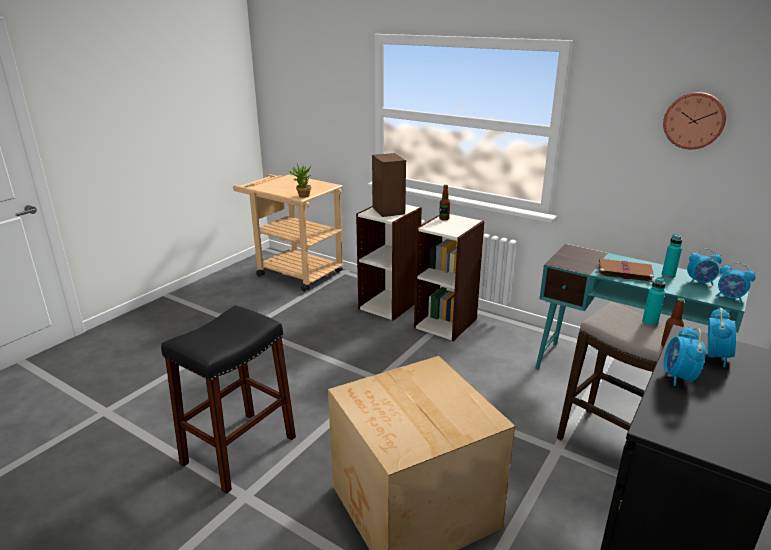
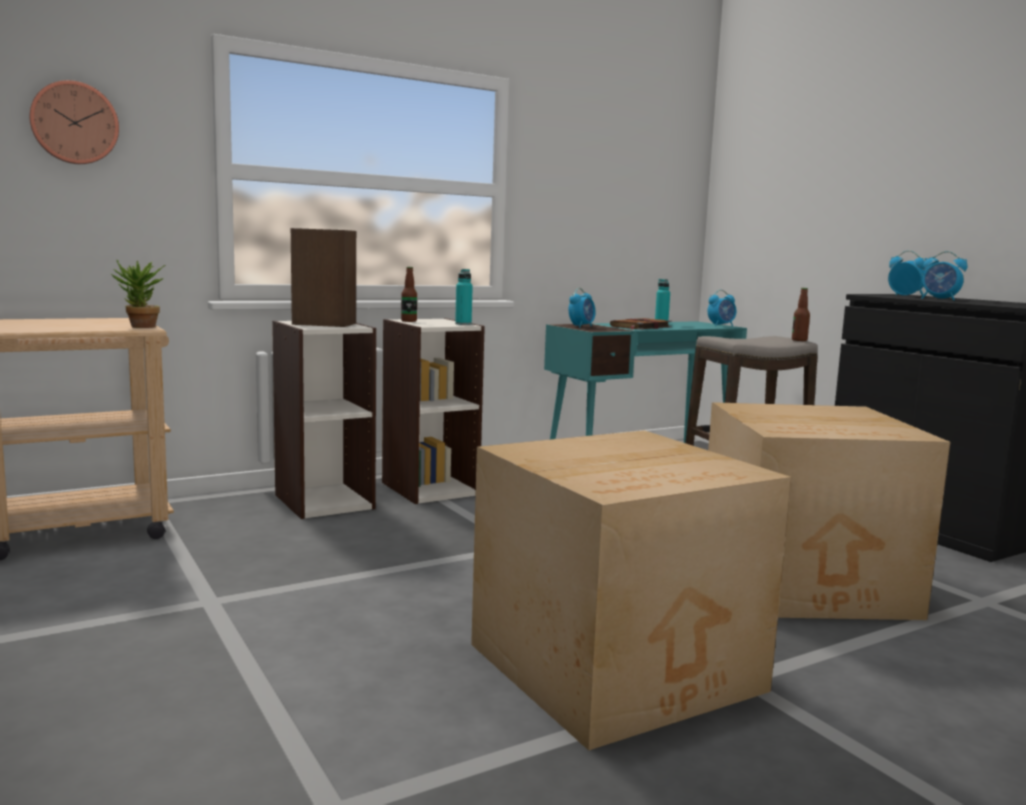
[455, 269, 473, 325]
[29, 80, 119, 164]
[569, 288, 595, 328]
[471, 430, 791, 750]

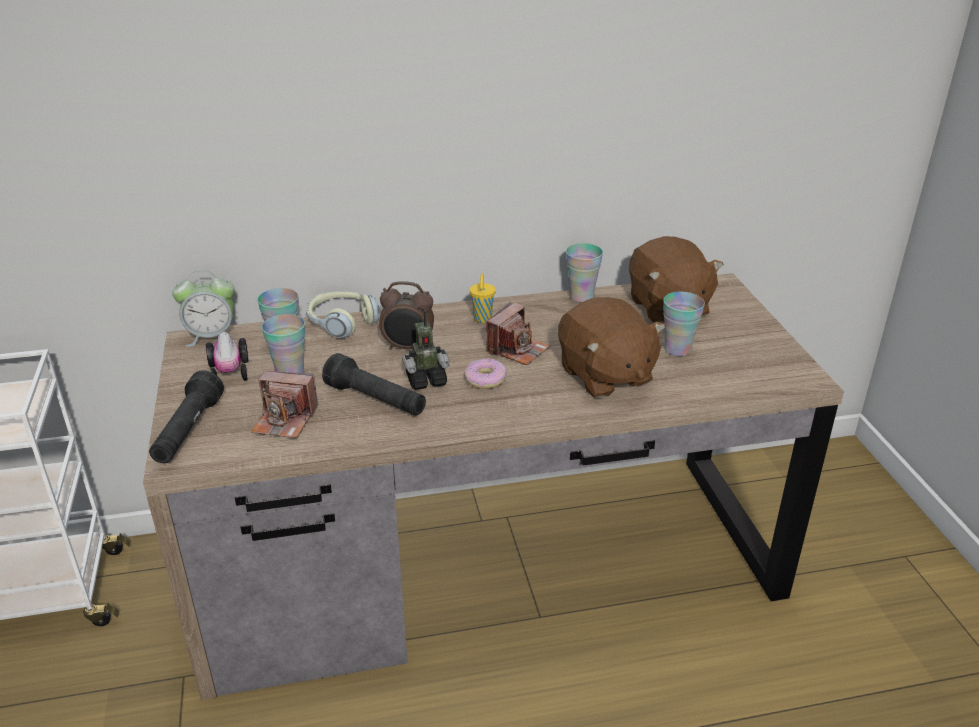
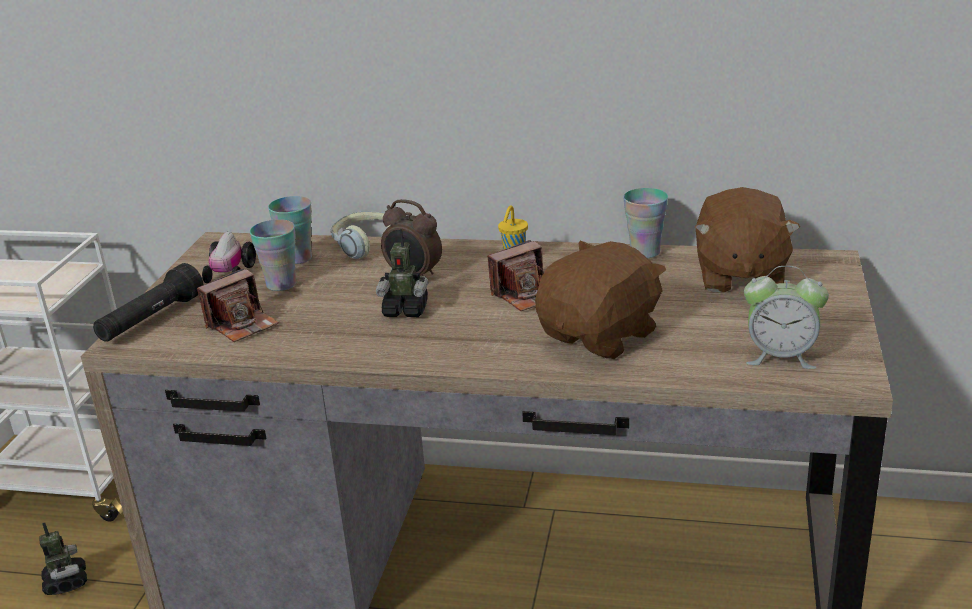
[322, 353, 426, 416] (first image)
[464, 358, 507, 389] (first image)
[663, 292, 705, 356] (first image)
[39, 522, 87, 595]
[744, 266, 829, 369]
[197, 268, 279, 342]
[535, 240, 666, 359]

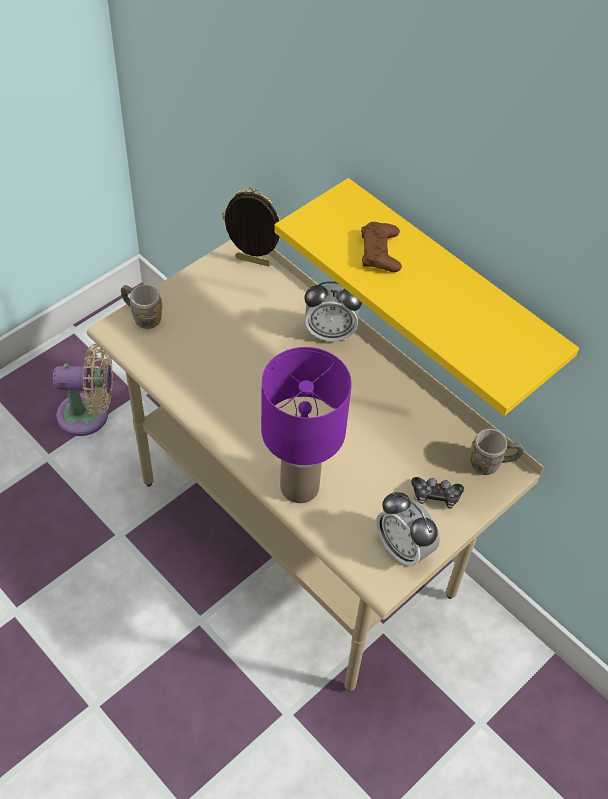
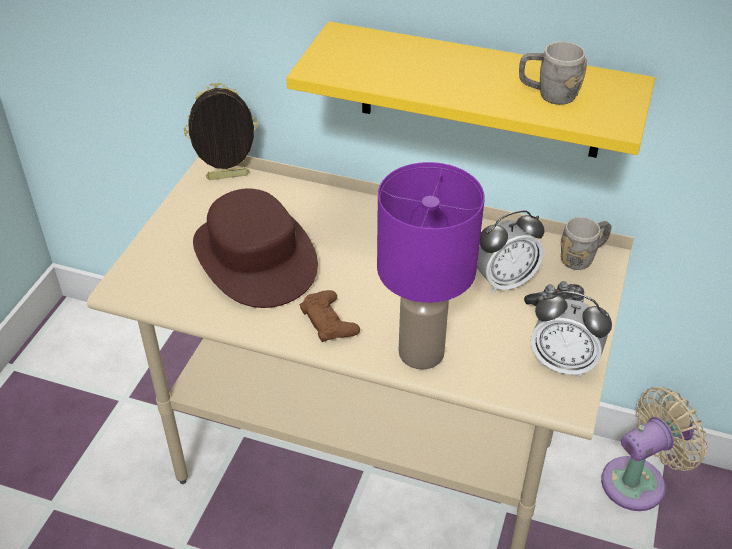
[193, 188, 318, 308]
[601, 387, 708, 511]
[519, 41, 587, 105]
[477, 210, 545, 294]
[299, 290, 360, 342]

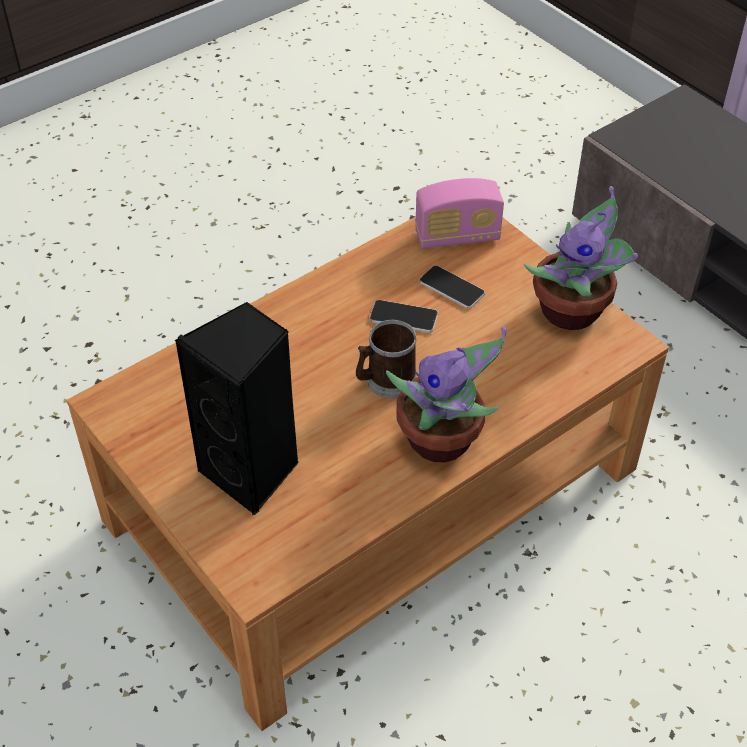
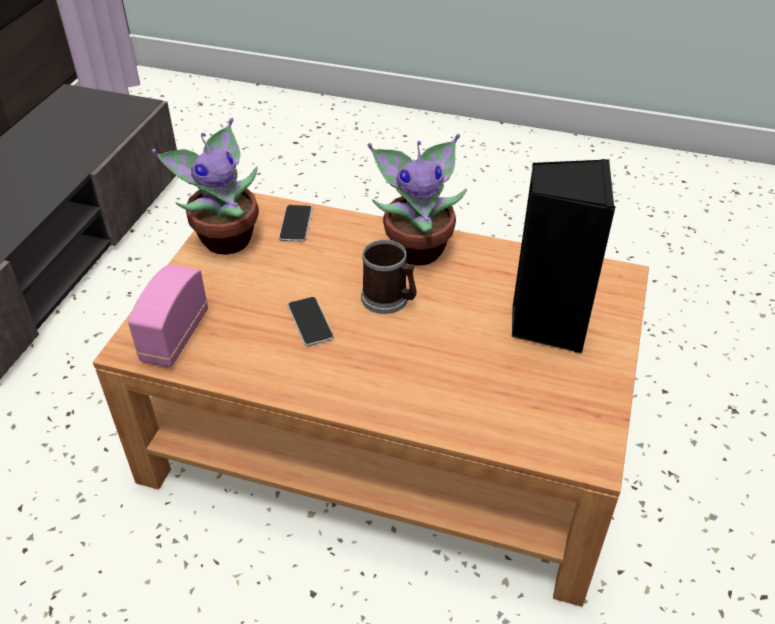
[279, 205, 312, 242]
[128, 264, 208, 367]

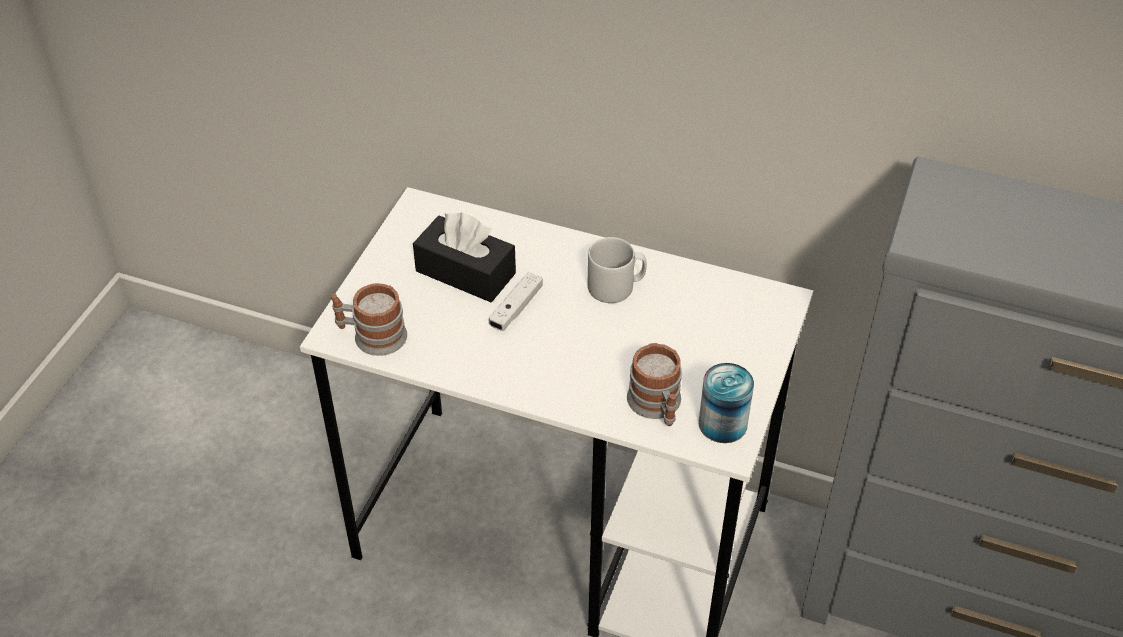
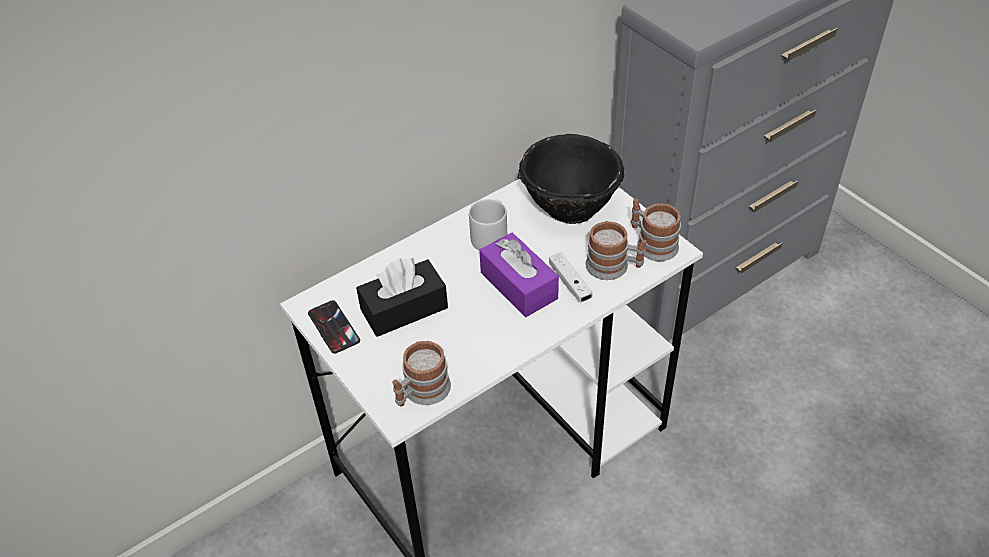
[308, 300, 360, 354]
[479, 233, 559, 317]
[518, 134, 624, 224]
[549, 253, 593, 302]
[631, 199, 681, 261]

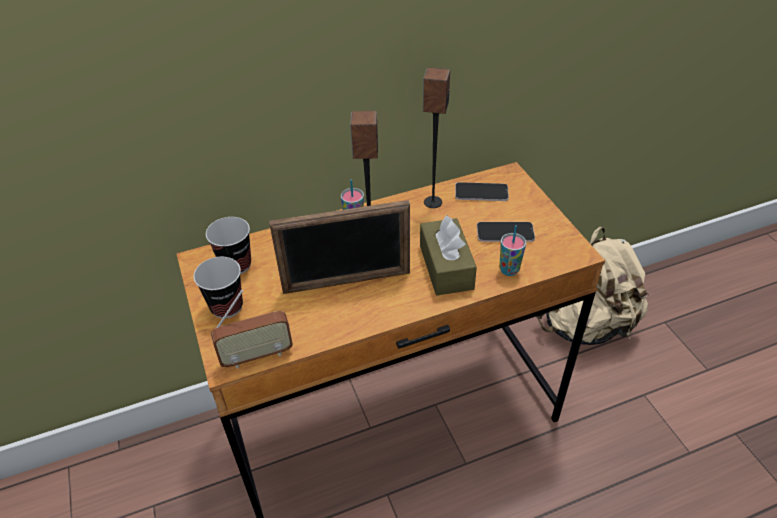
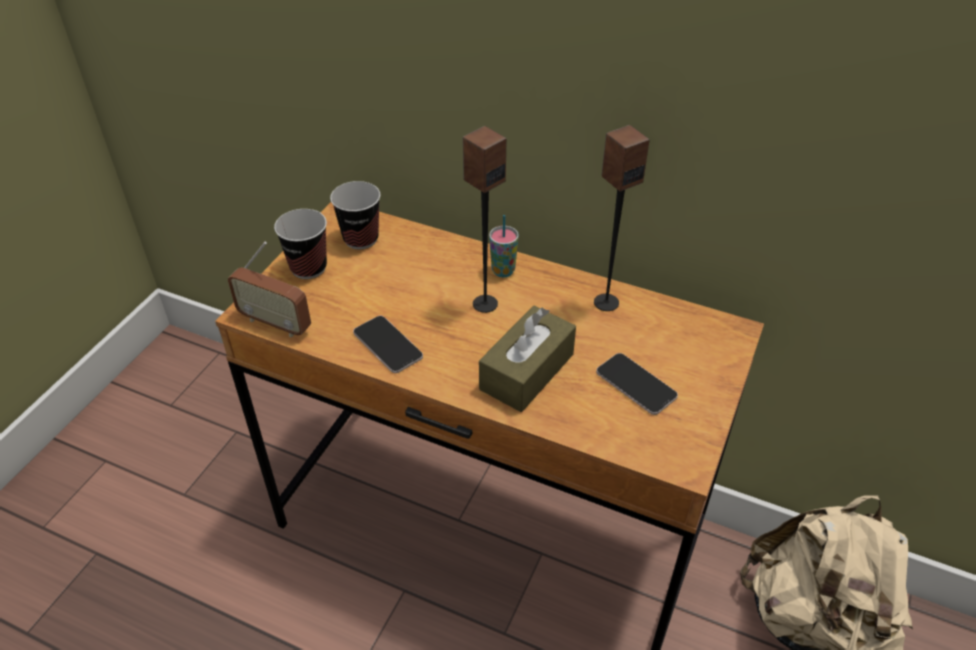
[269, 200, 410, 294] (first image)
[499, 225, 526, 276] (first image)
[353, 316, 423, 373]

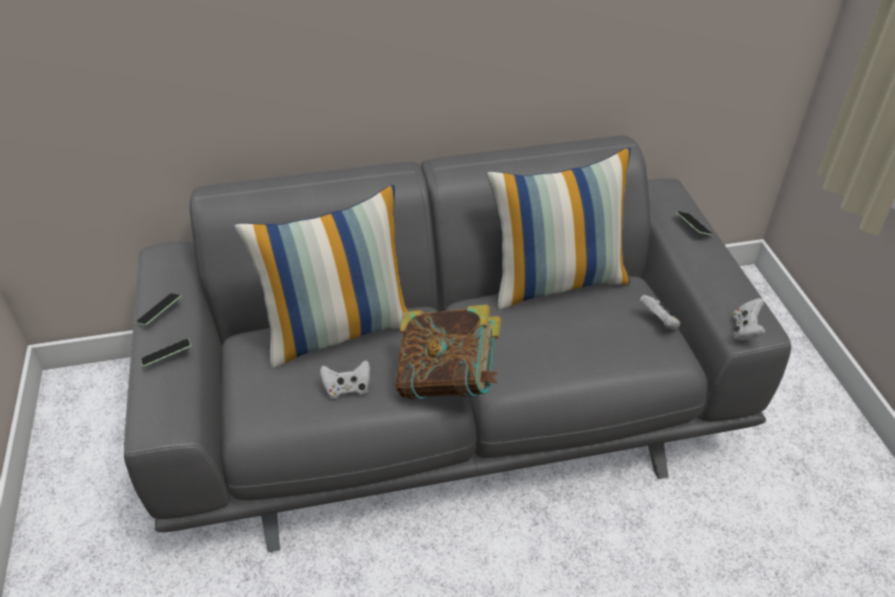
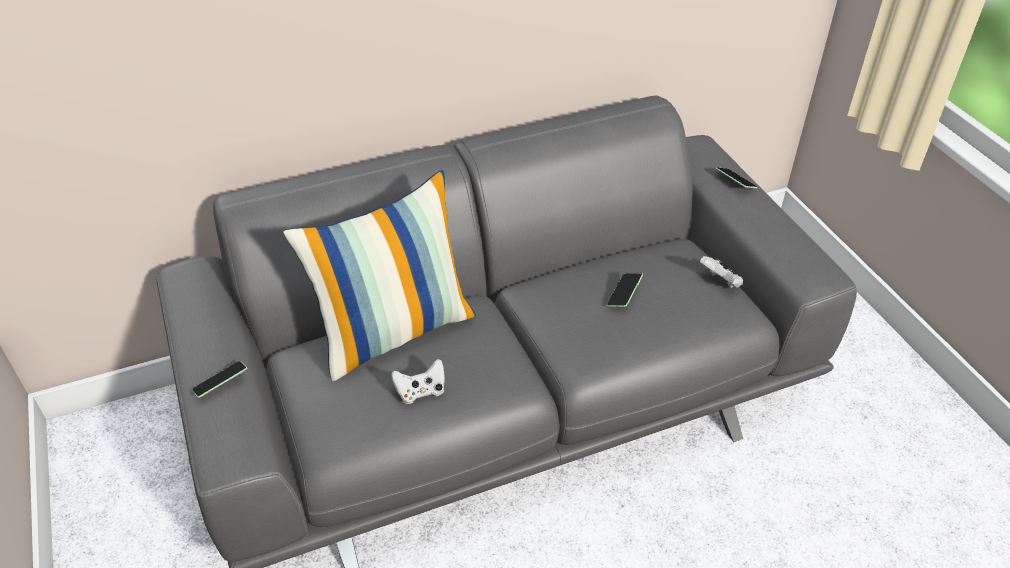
[395, 304, 501, 399] (first image)
[487, 147, 631, 310] (first image)
[733, 298, 766, 340] (first image)
[607, 273, 643, 307]

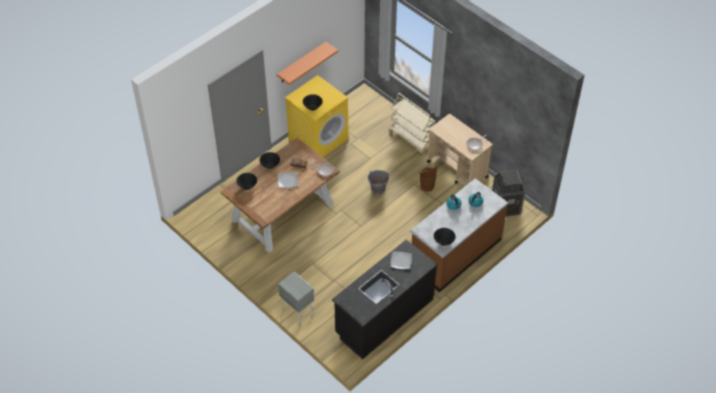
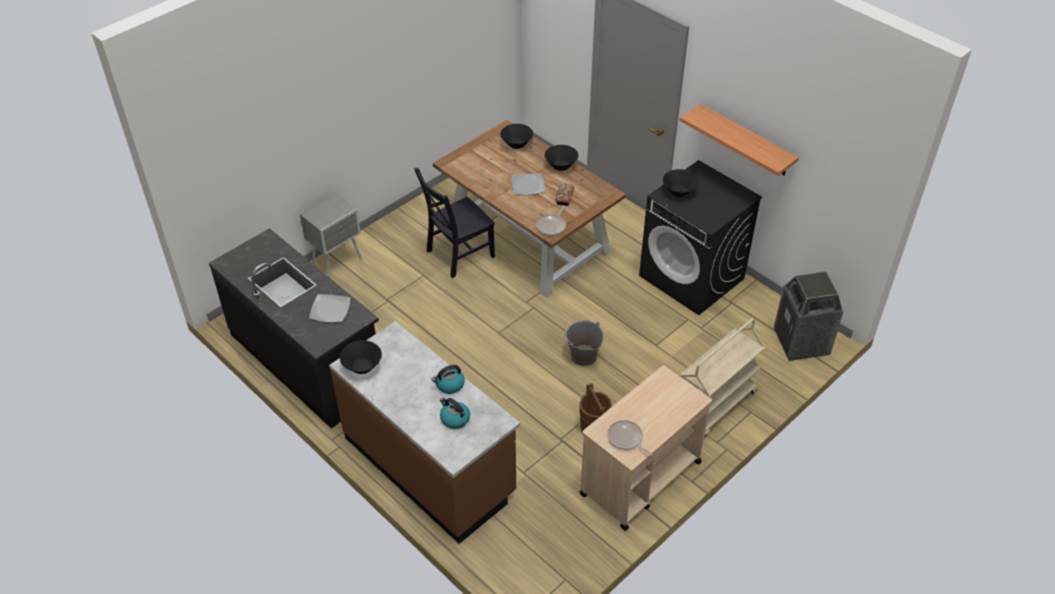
[414, 168, 495, 278]
[774, 272, 843, 361]
[639, 160, 762, 315]

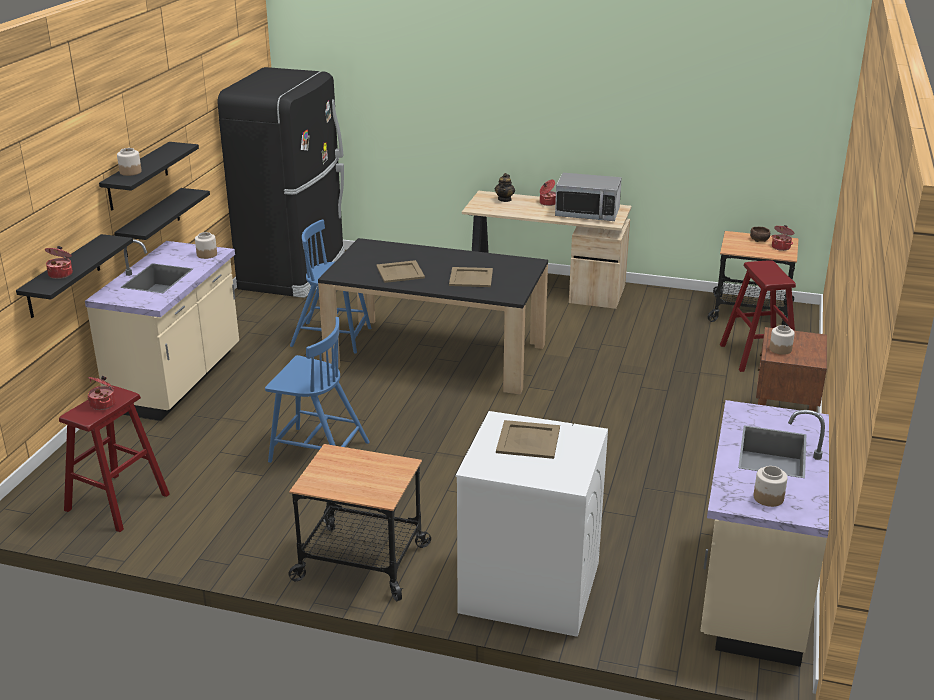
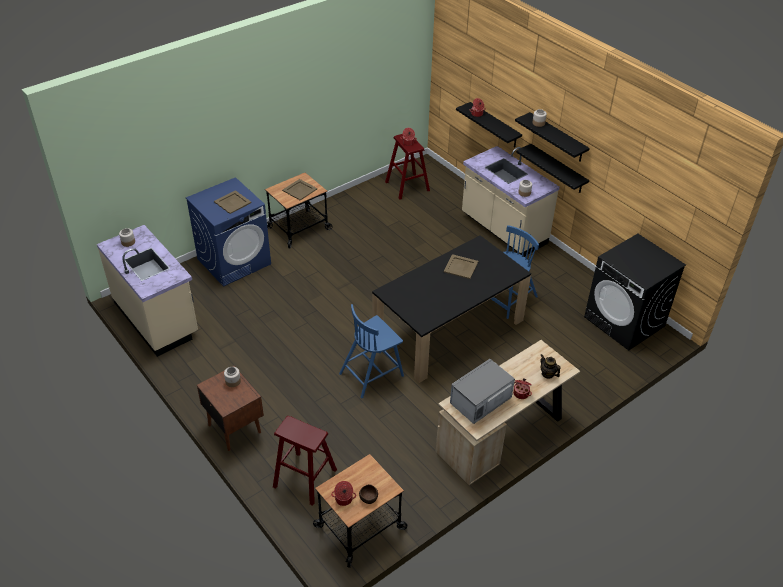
[339, 304, 404, 398]
[282, 179, 317, 200]
[584, 234, 686, 350]
[186, 177, 271, 287]

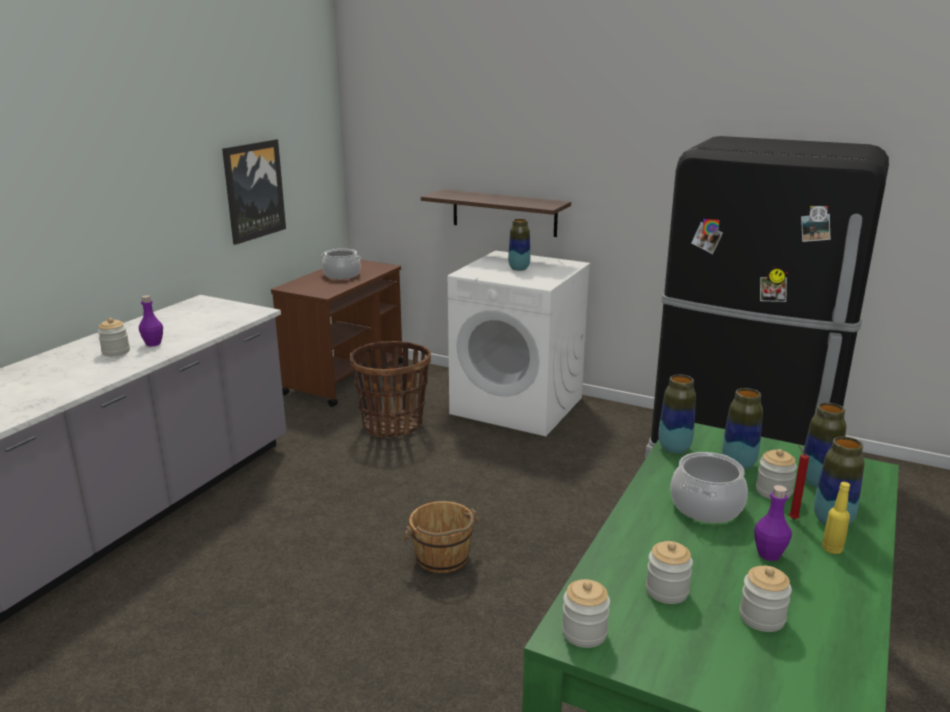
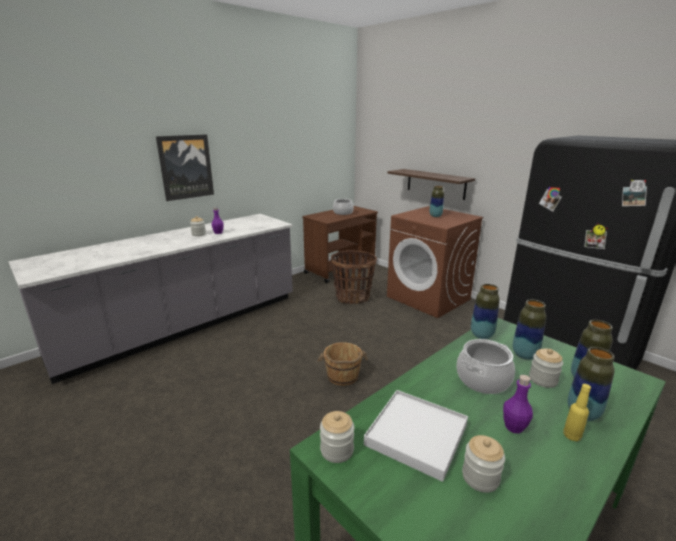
[789, 446, 809, 519] (first image)
[156, 134, 214, 201]
[364, 390, 468, 482]
[387, 206, 483, 318]

